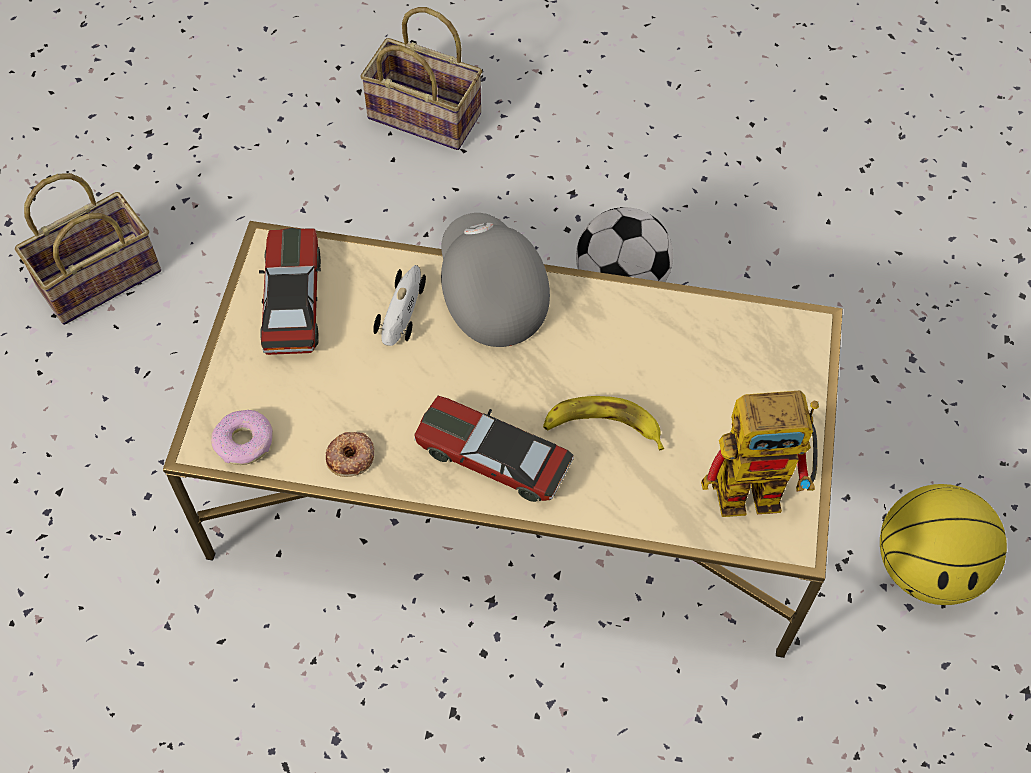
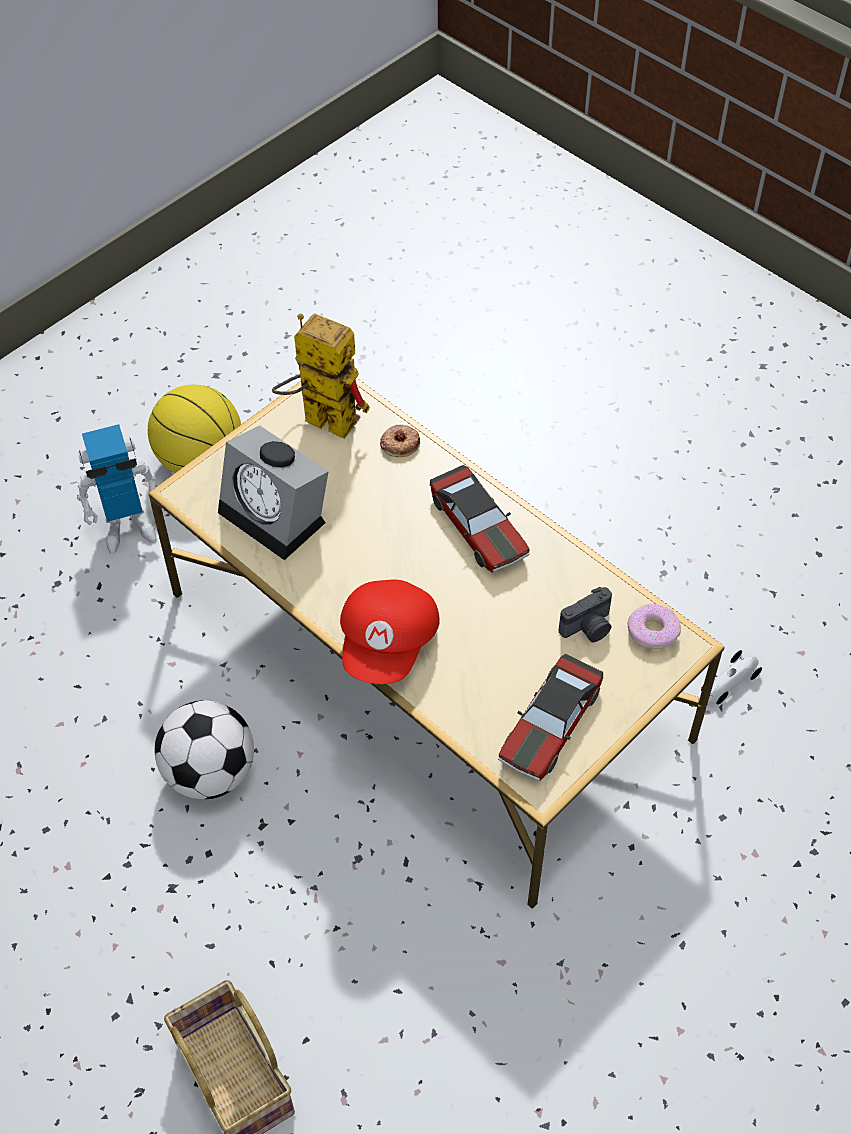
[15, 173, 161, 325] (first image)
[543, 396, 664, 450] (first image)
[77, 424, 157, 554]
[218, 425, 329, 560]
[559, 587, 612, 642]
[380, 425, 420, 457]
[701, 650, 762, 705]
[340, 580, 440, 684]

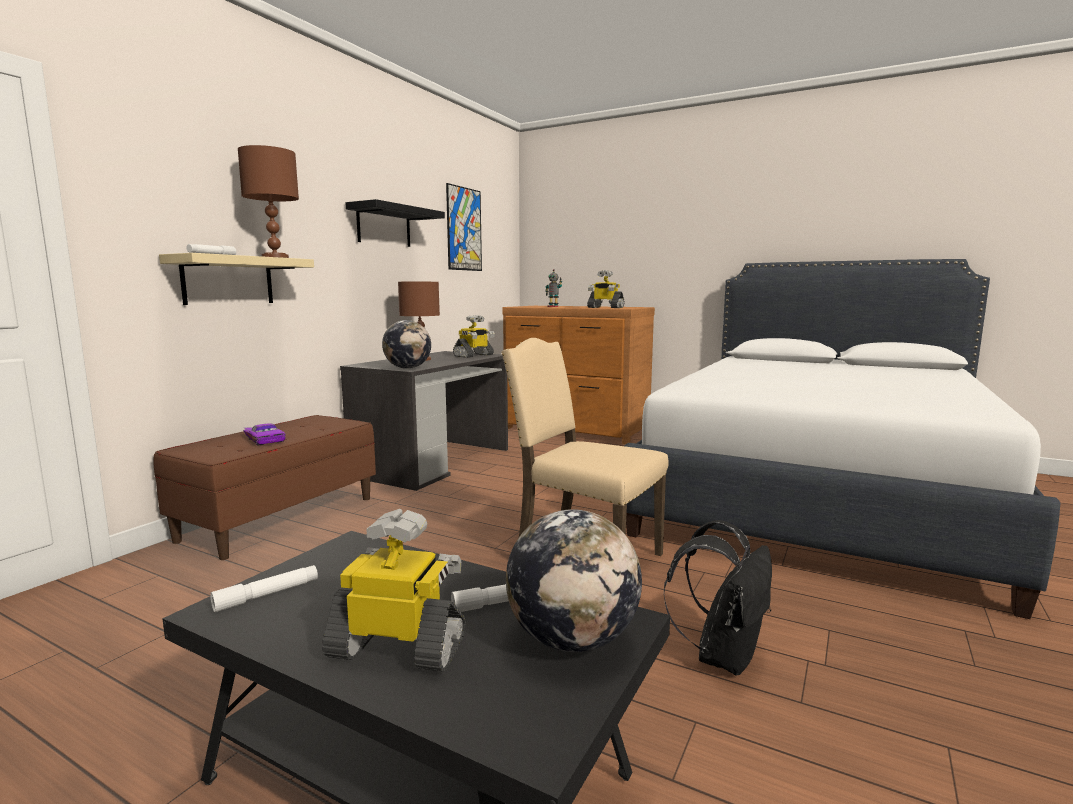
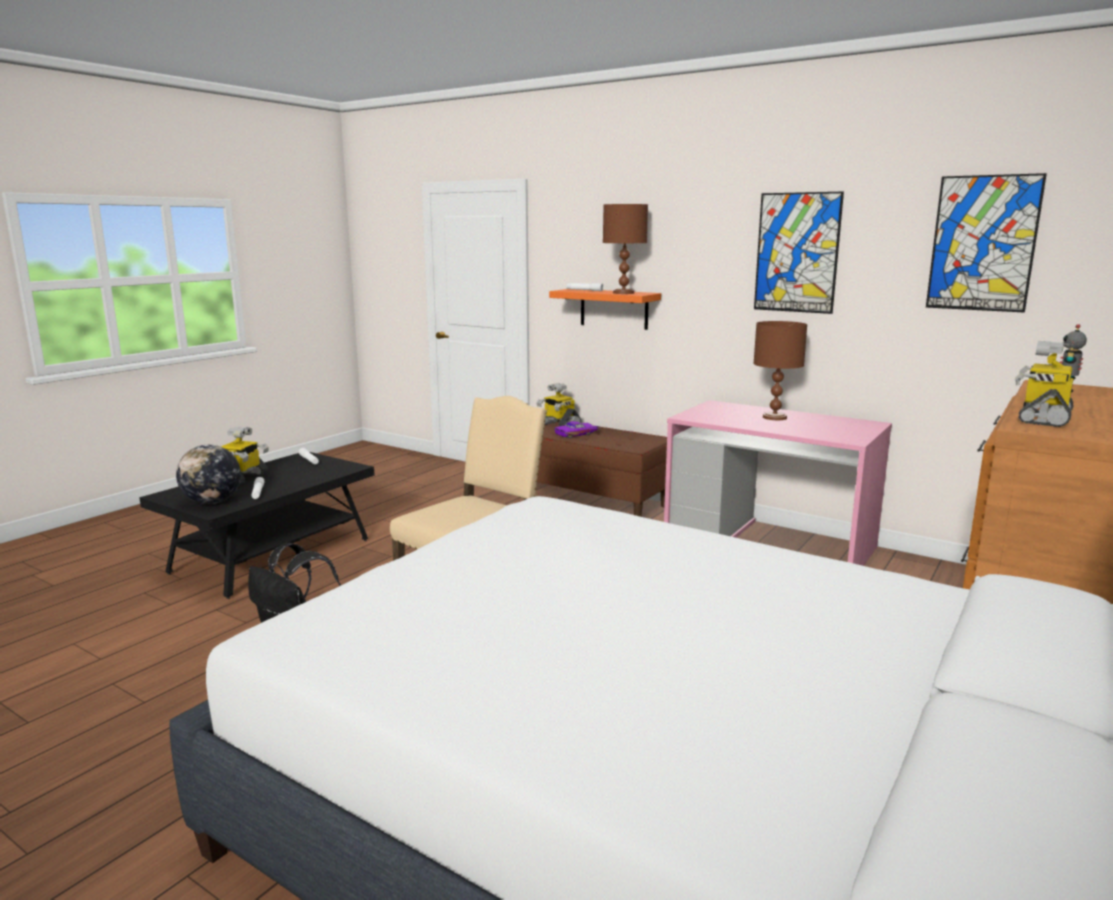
[382, 320, 431, 369] (first image)
[536, 383, 581, 426]
[754, 192, 844, 314]
[549, 289, 661, 330]
[664, 400, 892, 566]

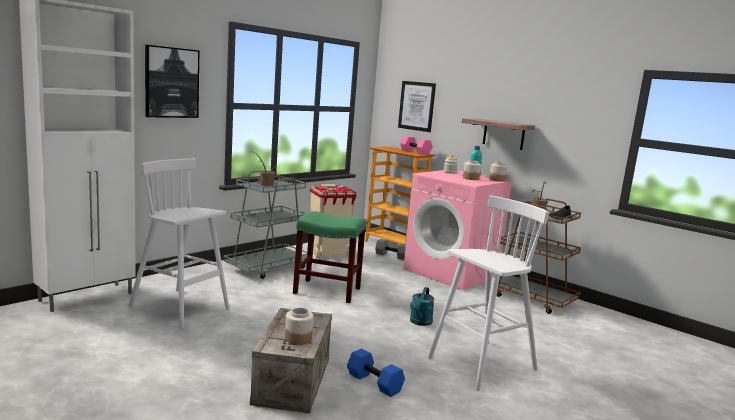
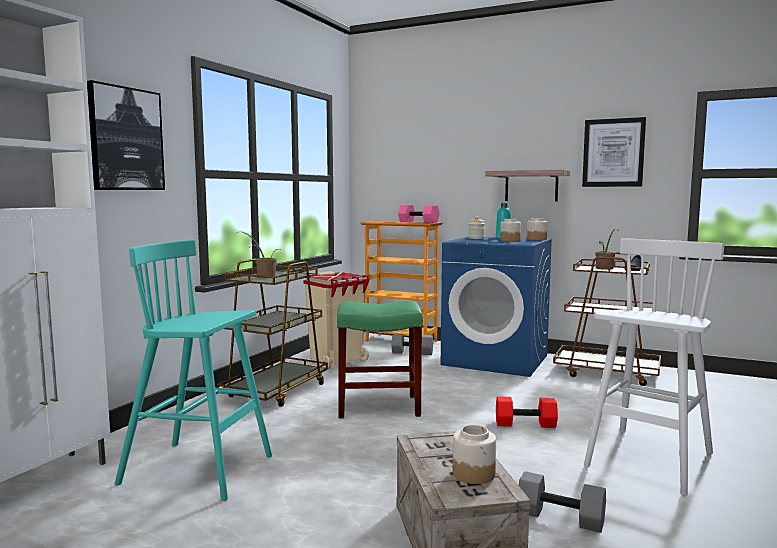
[582, 117, 646, 187]
[496, 396, 558, 428]
[115, 240, 272, 501]
[217, 259, 328, 407]
[519, 471, 606, 533]
[441, 237, 552, 377]

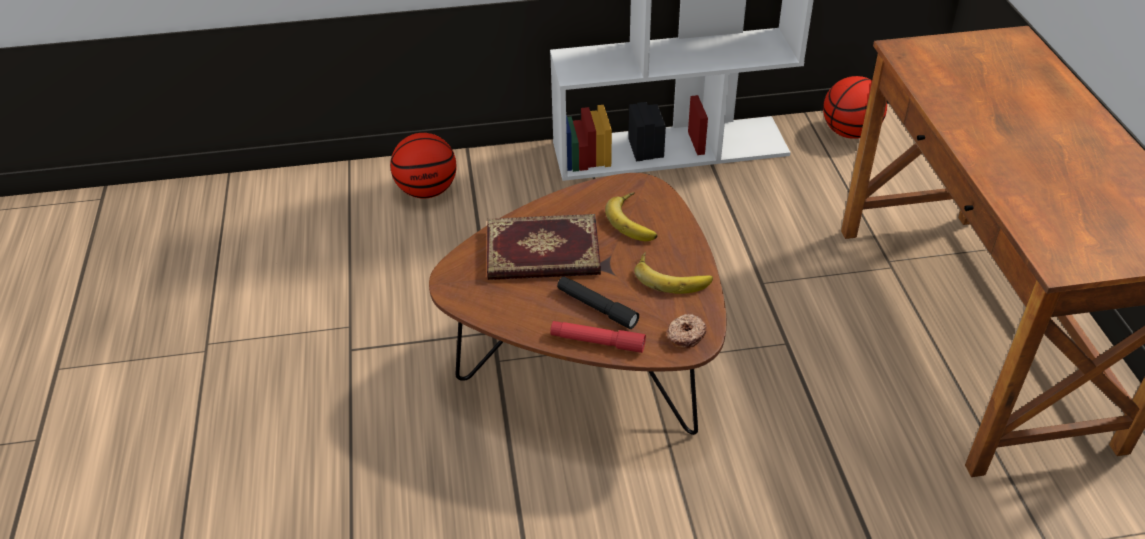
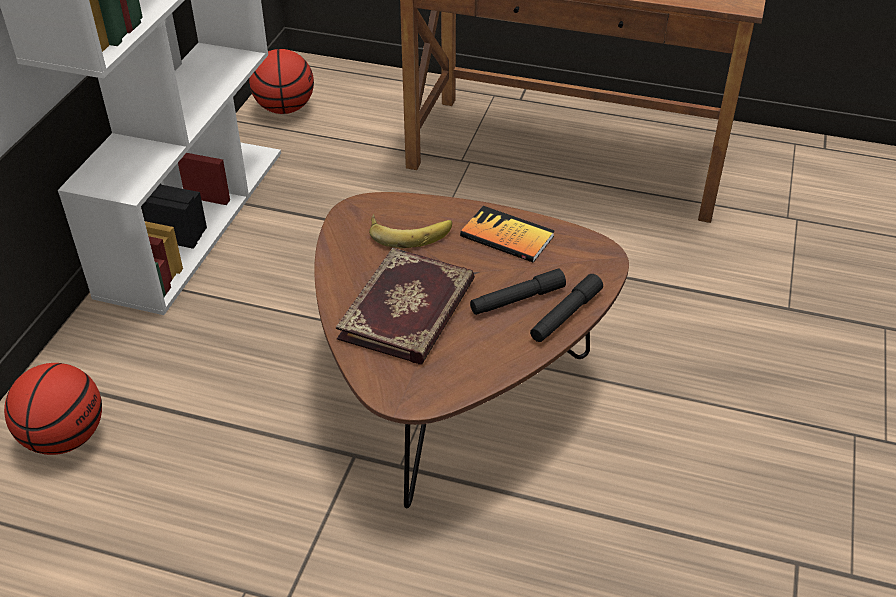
[666, 314, 706, 349] (first image)
[460, 206, 555, 263]
[530, 274, 603, 342]

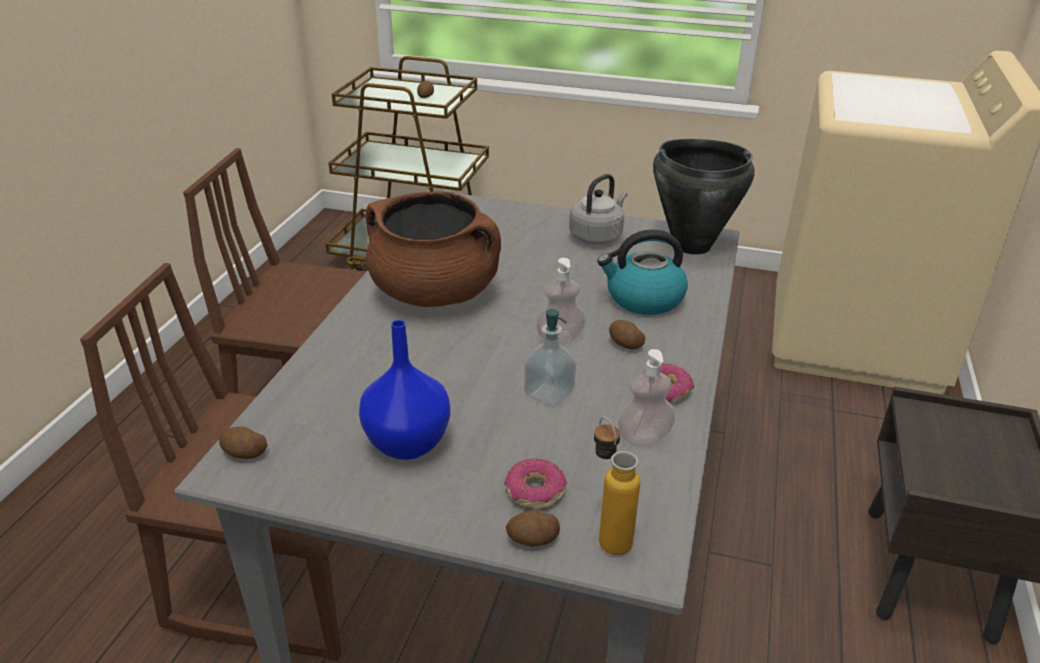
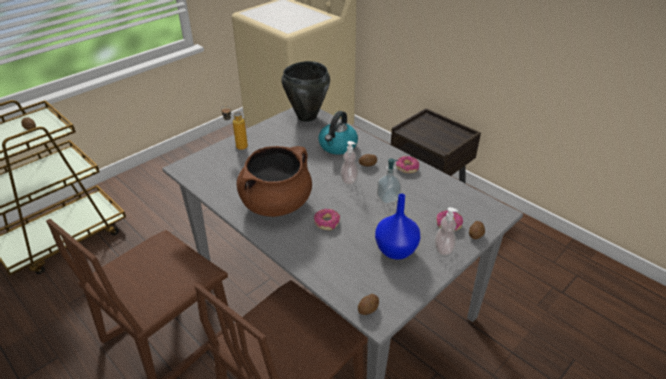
[569, 174, 627, 245] (first image)
[314, 209, 340, 230]
[221, 106, 248, 150]
[435, 207, 458, 255]

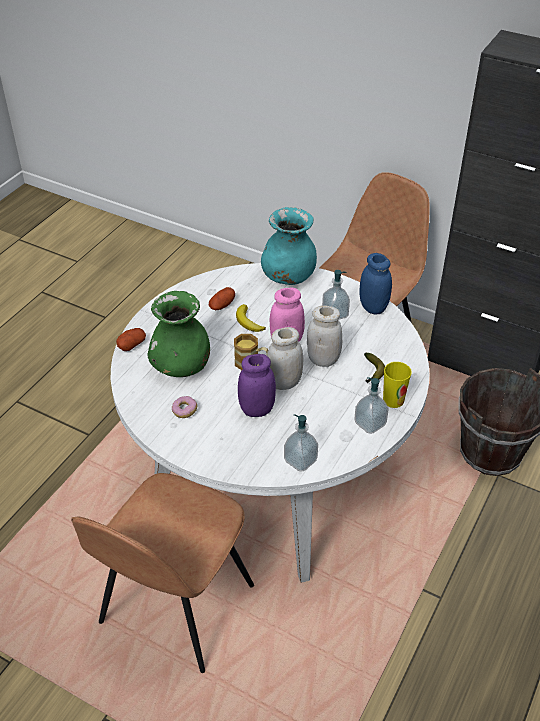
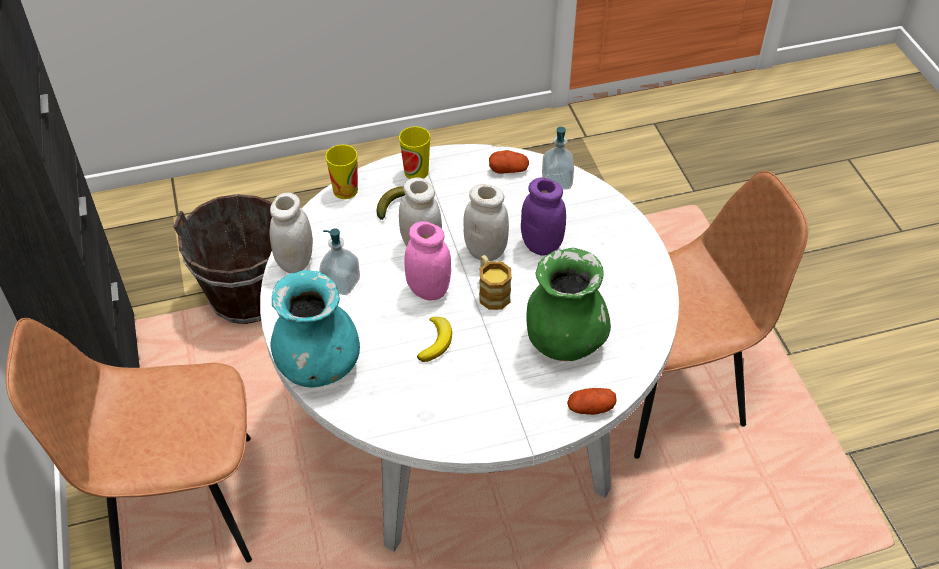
[172, 396, 197, 418] (first image)
[354, 377, 389, 434] (first image)
[326, 145, 358, 199]
[489, 150, 529, 174]
[269, 193, 313, 273]

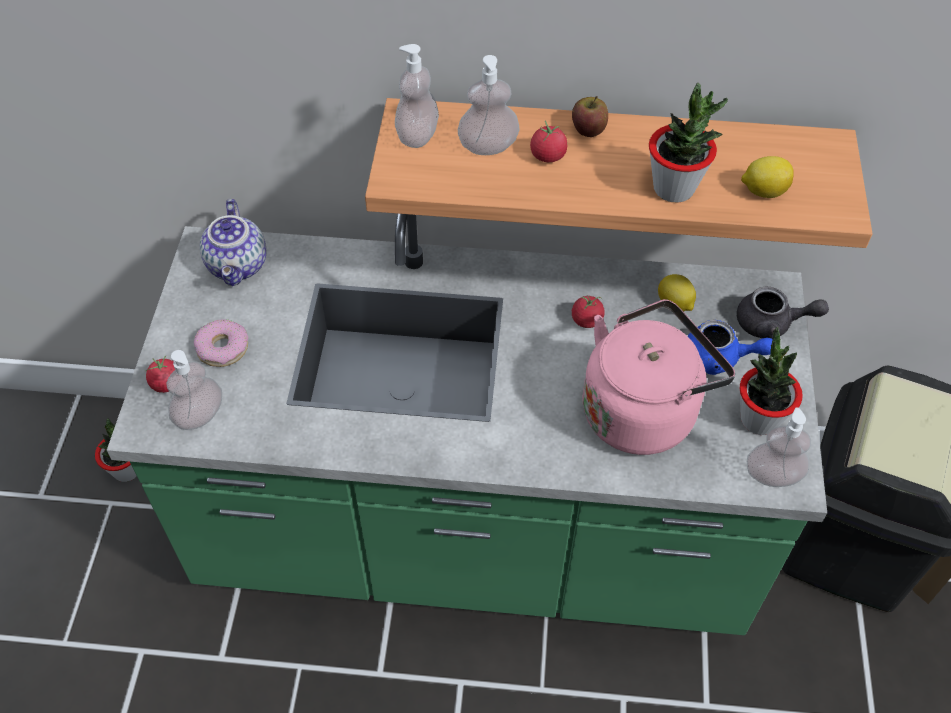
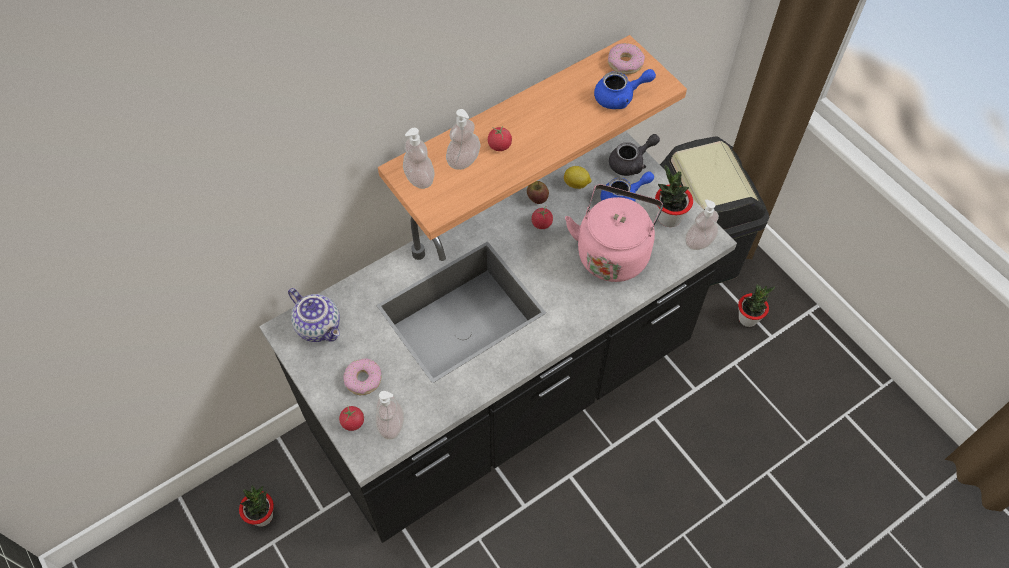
[608, 43, 645, 75]
[527, 181, 549, 204]
[738, 285, 775, 327]
[594, 69, 656, 109]
[259, 131, 737, 543]

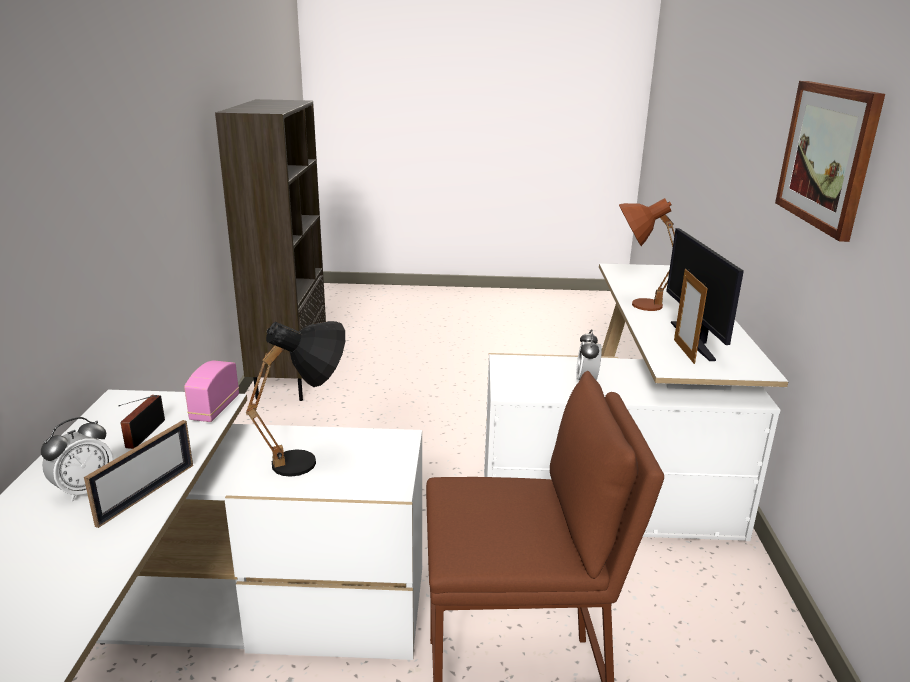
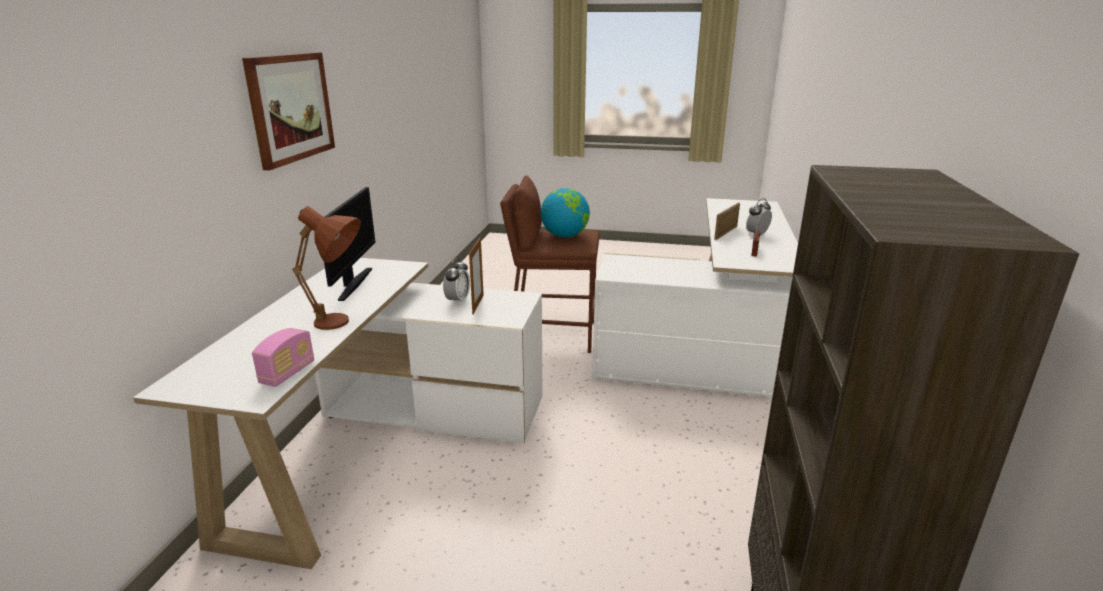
[246, 321, 345, 477] (first image)
[541, 188, 590, 238]
[252, 328, 314, 387]
[469, 237, 484, 315]

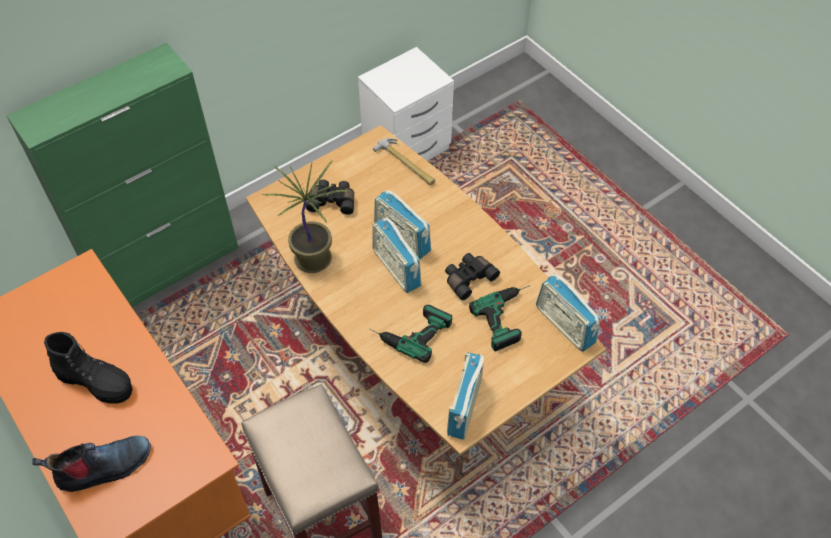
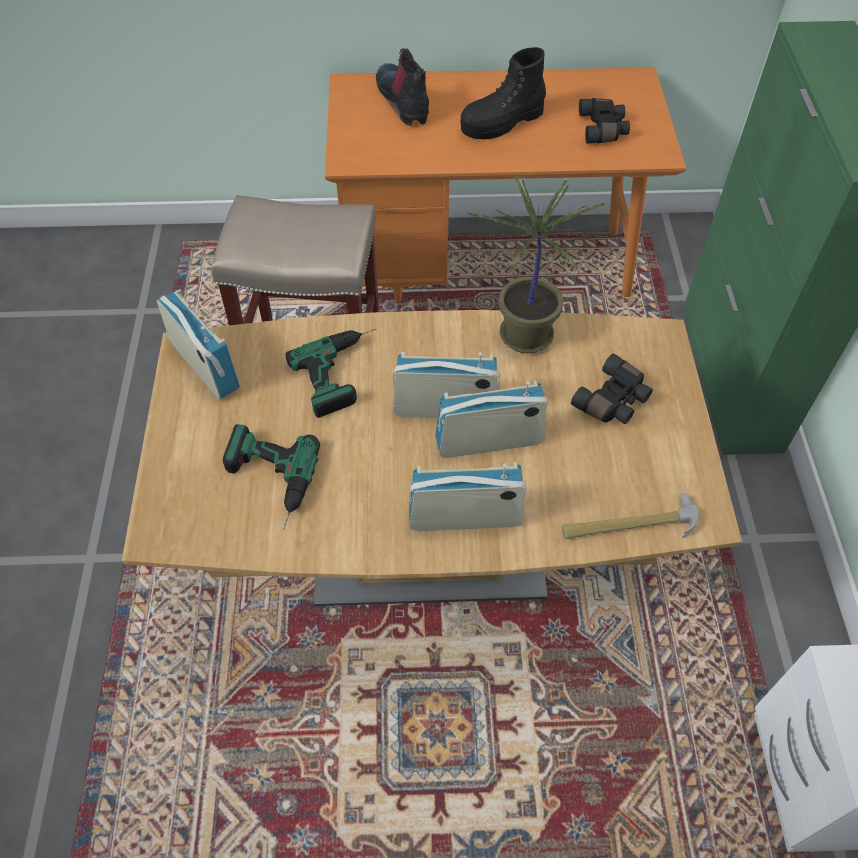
[579, 98, 630, 143]
[409, 462, 527, 531]
[376, 48, 429, 126]

